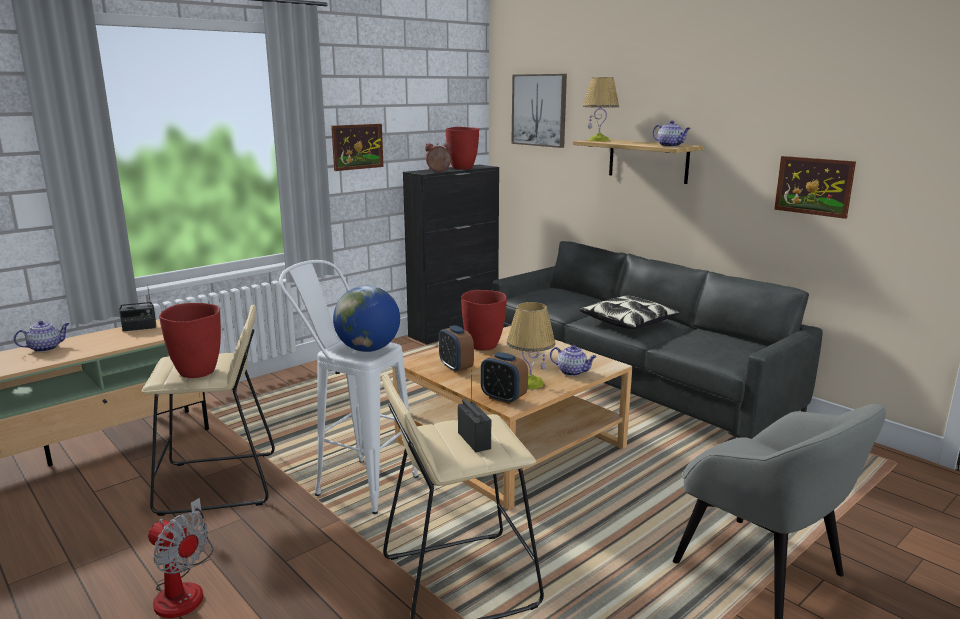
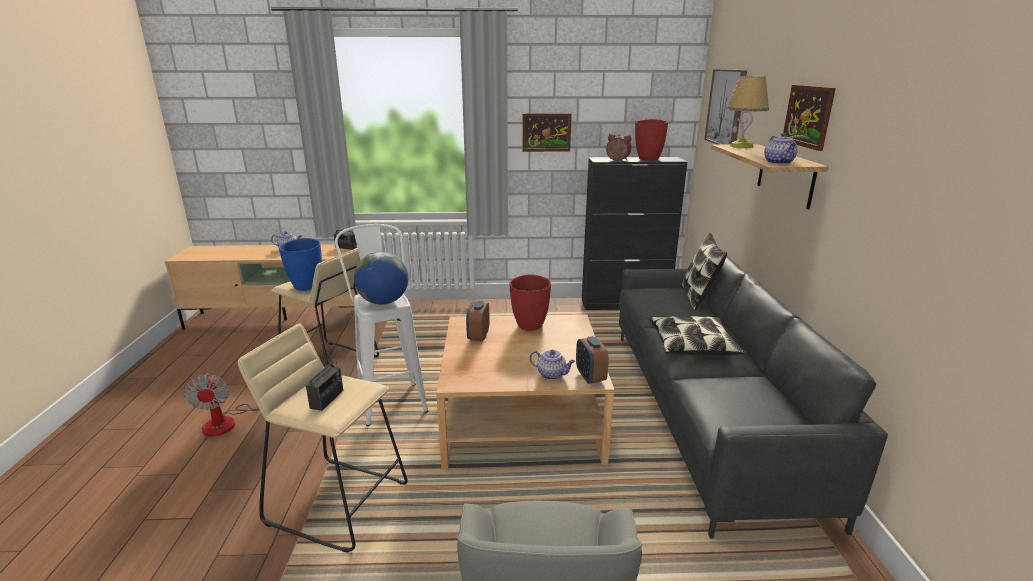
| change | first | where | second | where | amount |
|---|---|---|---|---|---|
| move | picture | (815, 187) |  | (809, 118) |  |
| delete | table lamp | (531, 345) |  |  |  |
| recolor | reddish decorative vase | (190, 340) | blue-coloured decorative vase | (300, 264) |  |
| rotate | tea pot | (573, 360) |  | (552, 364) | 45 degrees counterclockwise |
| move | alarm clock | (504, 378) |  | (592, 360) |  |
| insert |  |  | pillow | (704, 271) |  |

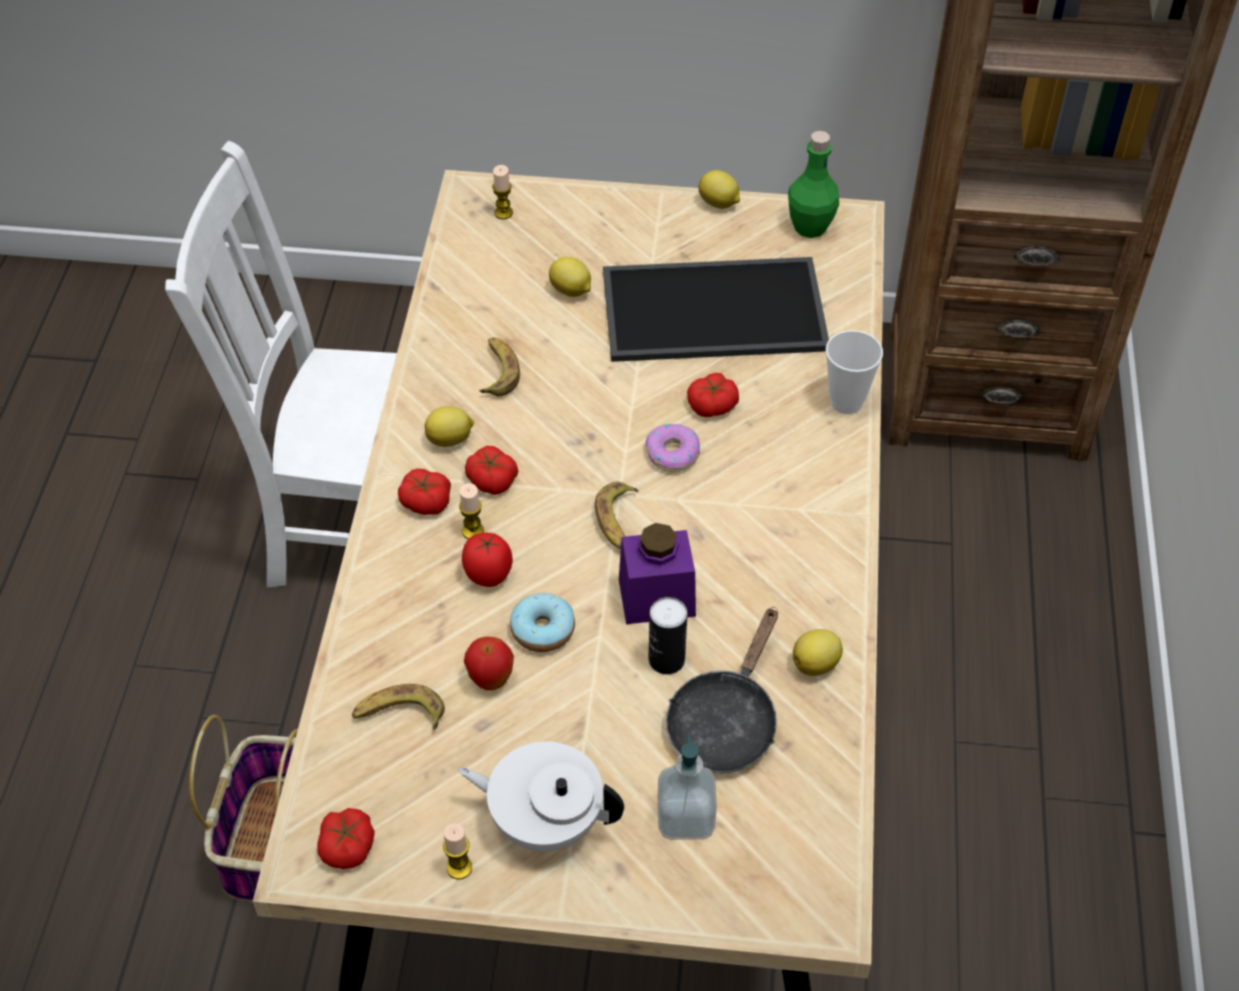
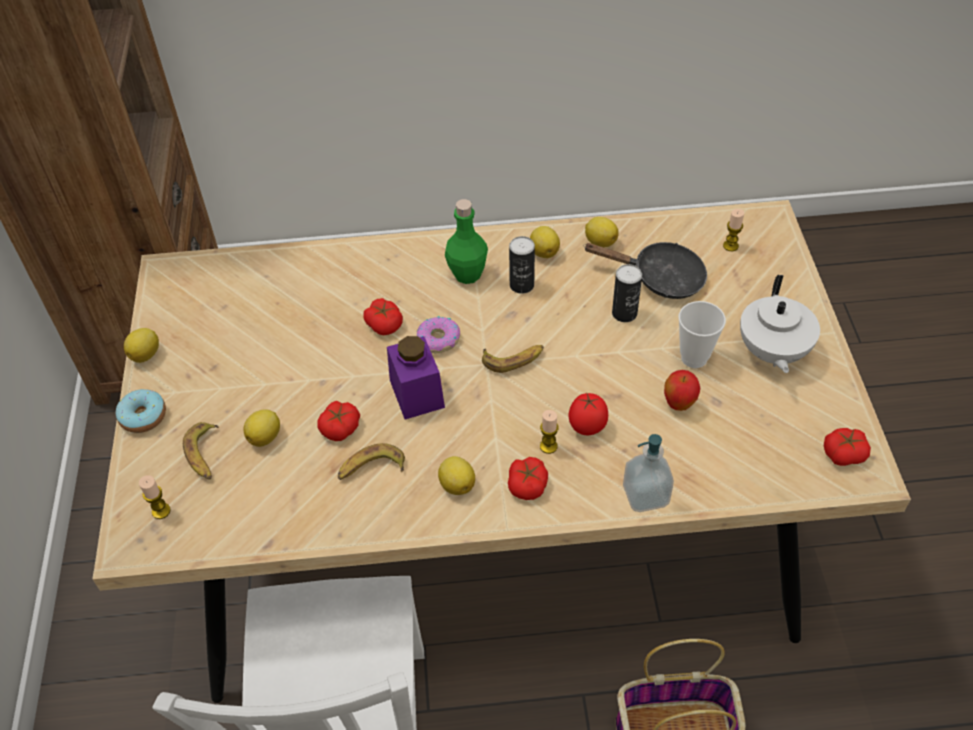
| change | first | where | second | where | amount |
|---|---|---|---|---|---|
| move | green bottle | (813, 184) |  | (466, 241) |  |
| delete | tray | (716, 309) |  |  |  |
| move | cup | (854, 372) |  | (702, 334) |  |
| move | fresh tomato | (491, 470) |  | (338, 421) |  |
| move | purple-coloured preserve jar | (657, 573) |  | (416, 377) |  |
| move | doughnut | (542, 622) |  | (141, 411) |  |
| move | banana | (398, 707) |  | (201, 450) |  |
| move | liquid soap bottle | (687, 787) |  | (648, 473) |  |
| move | wax candle | (457, 852) |  | (733, 230) |  |
| insert |  |  | lemon | (545, 242) |  |
| insert |  |  | sealed can | (522, 265) |  |

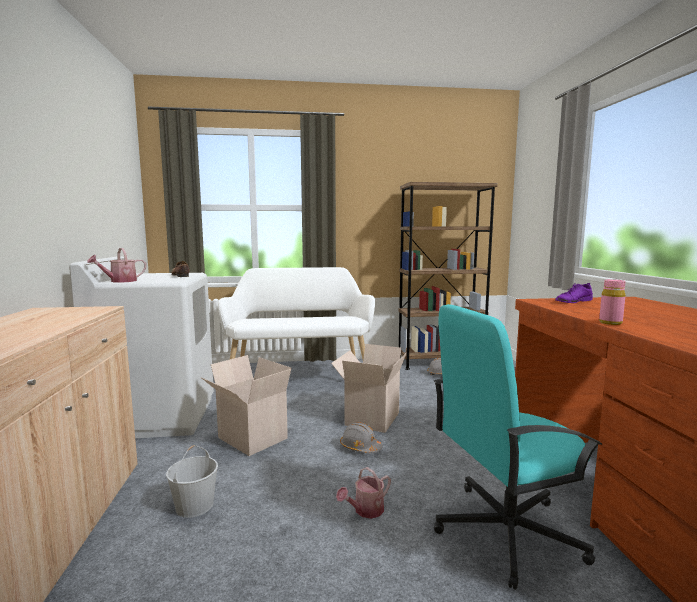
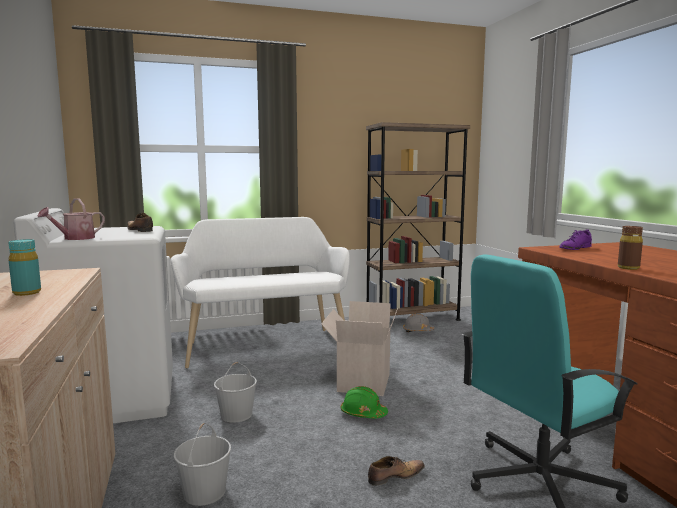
| change | first | where | second | where | amount |
|---|---|---|---|---|---|
| recolor | pinkish bottle | (612, 302) | brownish bottle | (630, 248) |  |
| replace | packing box | (246, 405) | white pail | (235, 392) |  |
| recolor | grey safety helmet | (361, 437) | green safety helmet | (364, 402) |  |
| replace | watering can | (363, 493) | low shoe | (396, 471) |  |
| insert |  |  | turquoise-coloured bottle | (24, 267) |  |

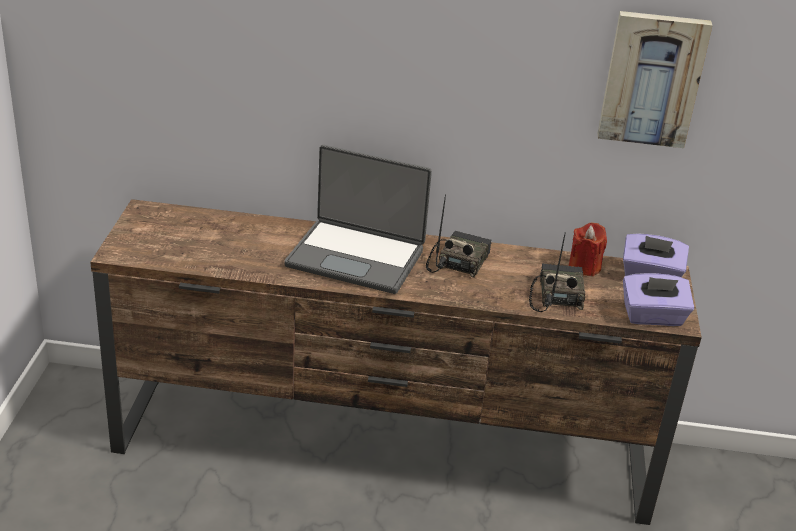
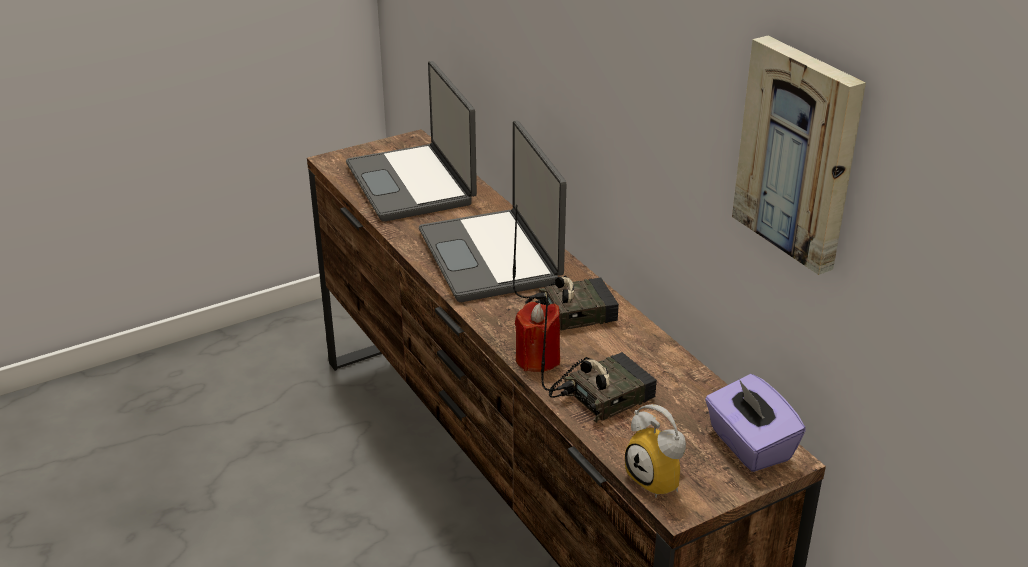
| change | first | where | second | where | amount |
|---|---|---|---|---|---|
| move | reddish wax candle | (588, 249) |  | (537, 337) |  |
| replace | purple-coloured box of tissues | (658, 299) | alarm clock | (655, 451) |  |
| insert |  |  | laptop | (411, 141) |  |

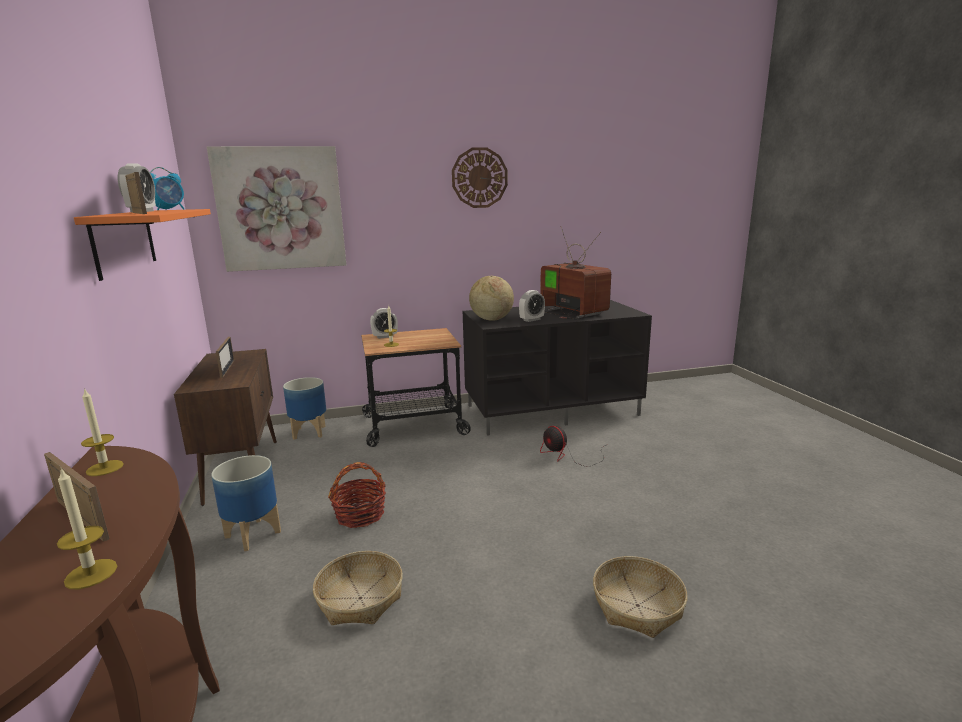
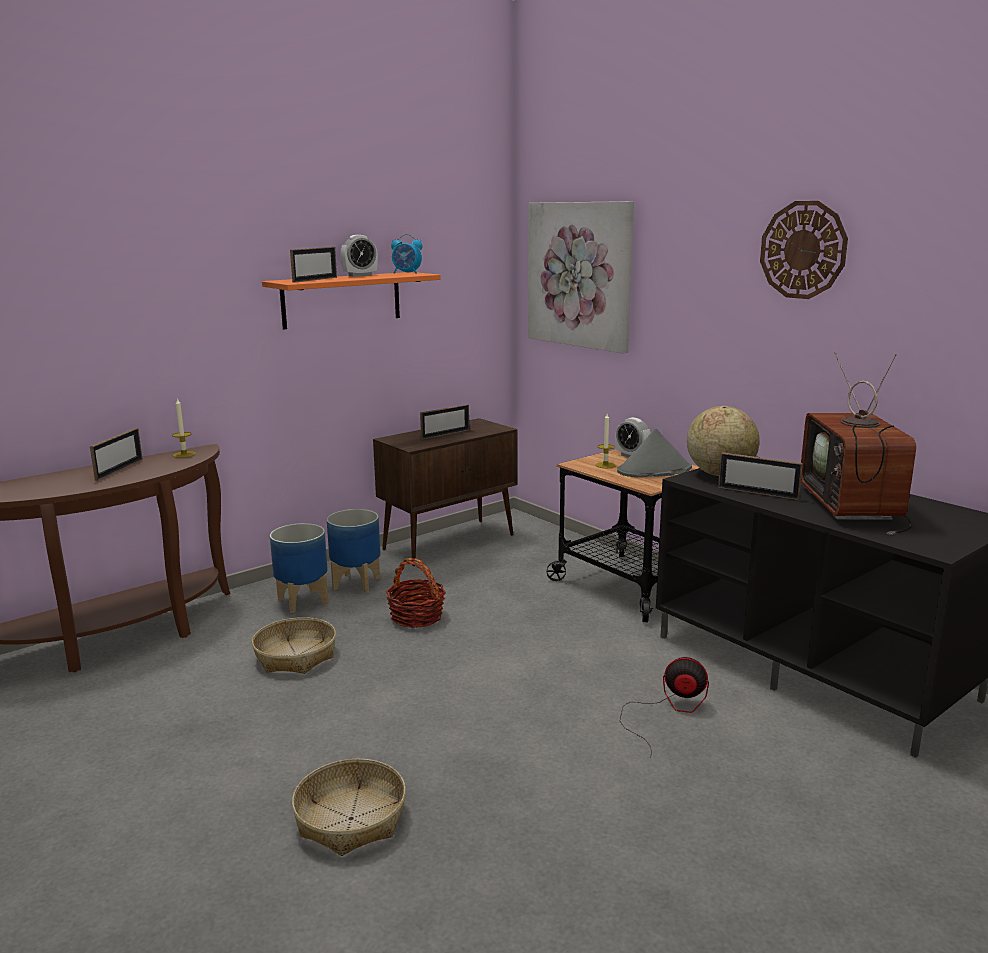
| change | first | where | second | where | amount |
|---|---|---|---|---|---|
| rotate | TV | (575, 272) |  | (858, 443) | 150 degrees clockwise |
| replace | alarm clock | (532, 306) | picture frame | (760, 476) |  |
| move | flower pot | (304, 408) |  | (299, 568) |  |
| rotate | electric fan | (573, 446) |  | (664, 707) | 75 degrees clockwise |
| delete | wax candle | (87, 528) |  |  |  |
| insert |  |  | grey hat | (654, 452) |  |

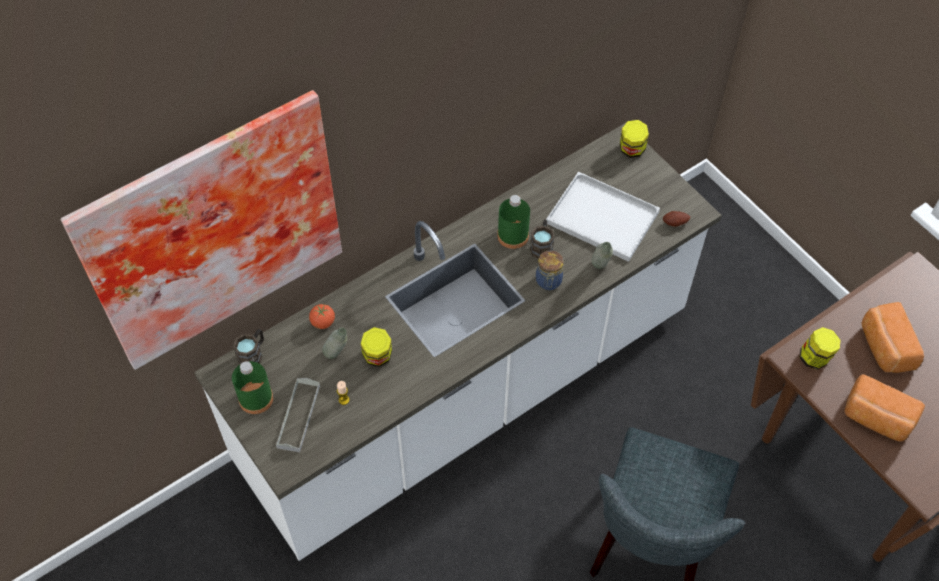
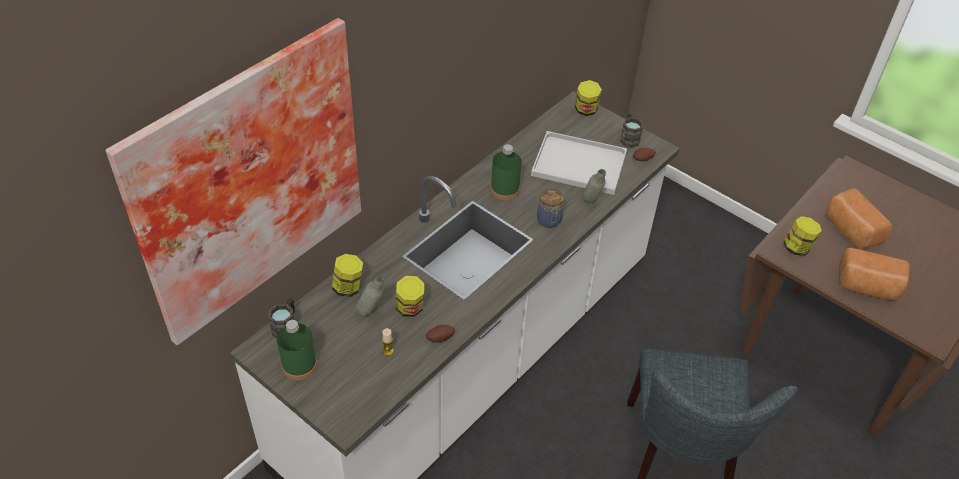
| change | first | where | second | where | amount |
|---|---|---|---|---|---|
| move | brownish tea mug | (542, 239) |  | (632, 131) |  |
| replace | fresh tomato | (322, 316) | preserve jar | (347, 275) |  |
| delete | grey tray | (298, 415) |  |  |  |
| insert |  |  | potato | (440, 334) |  |

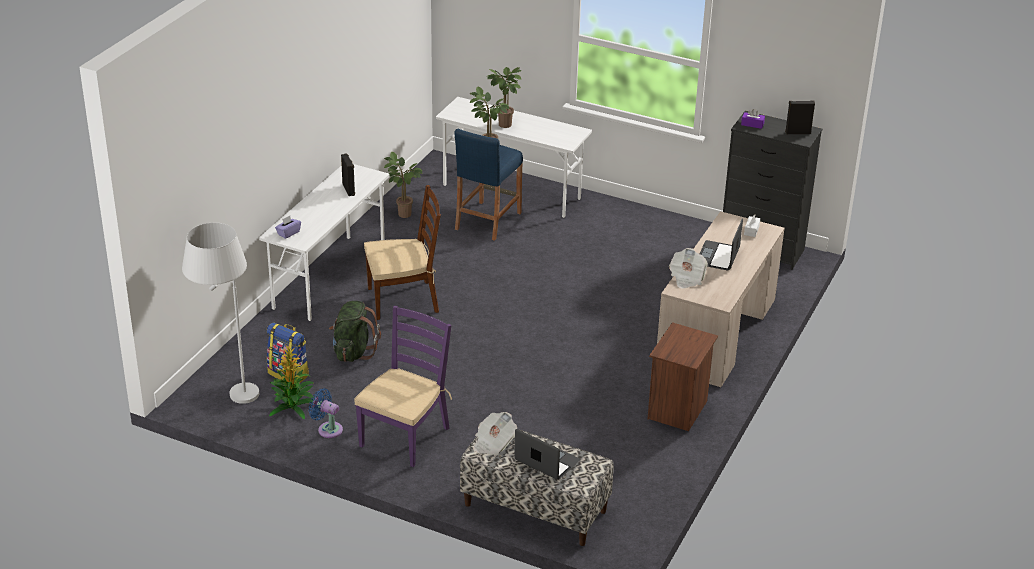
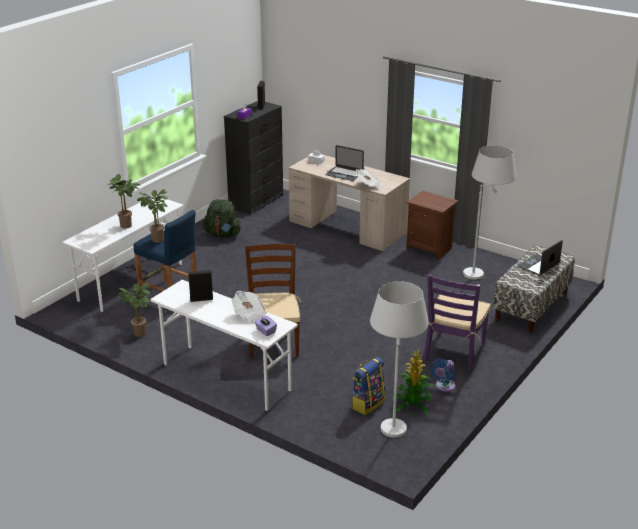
| change | first | where | second | where | amount |
|---|---|---|---|---|---|
| move | green rucksack | (355, 331) |  | (222, 218) |  |
| rotate | purple-coloured plain chair | (403, 386) |  | (457, 322) | 105 degrees counterclockwise |
| move | printed paper | (495, 434) |  | (249, 307) |  |
| insert |  |  | white floor lamp | (490, 212) |  |

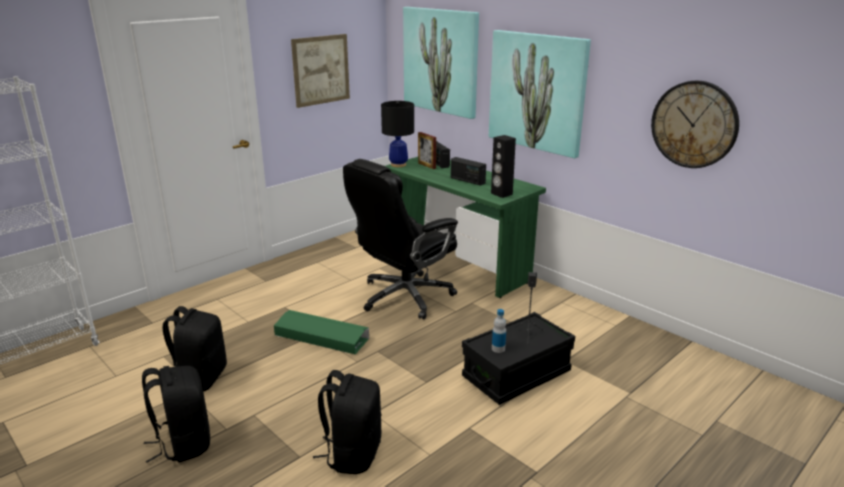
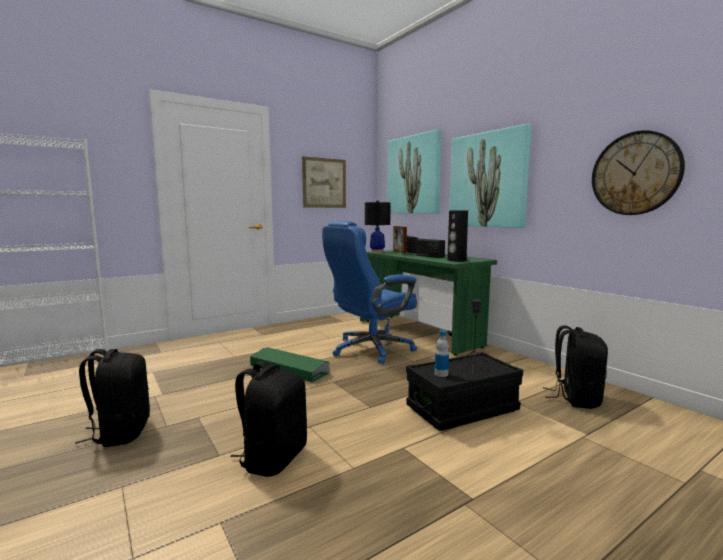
| change | first | where | second | where | amount |
|---|---|---|---|---|---|
| recolor | blackish office chair | (400, 239) | blue-coloured office chair | (369, 292) |  |
| move | blackish rucksack | (194, 349) |  | (575, 367) |  |

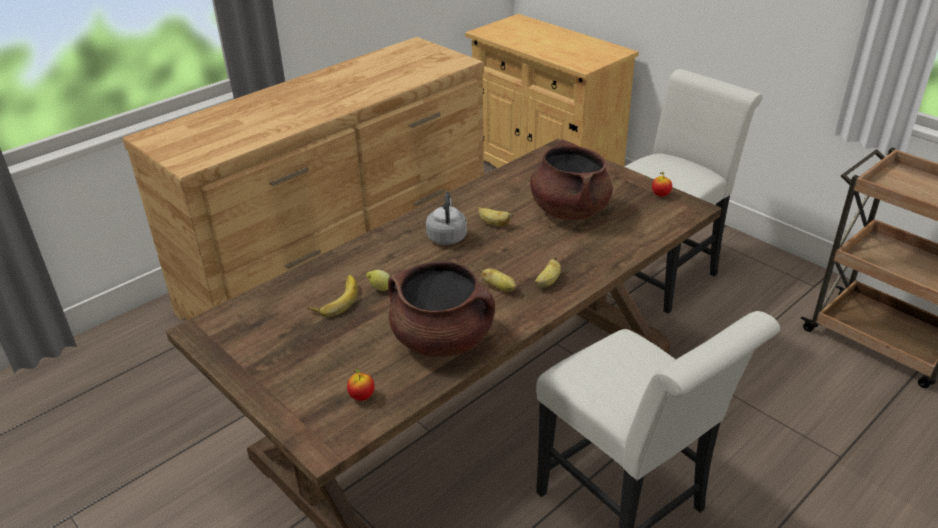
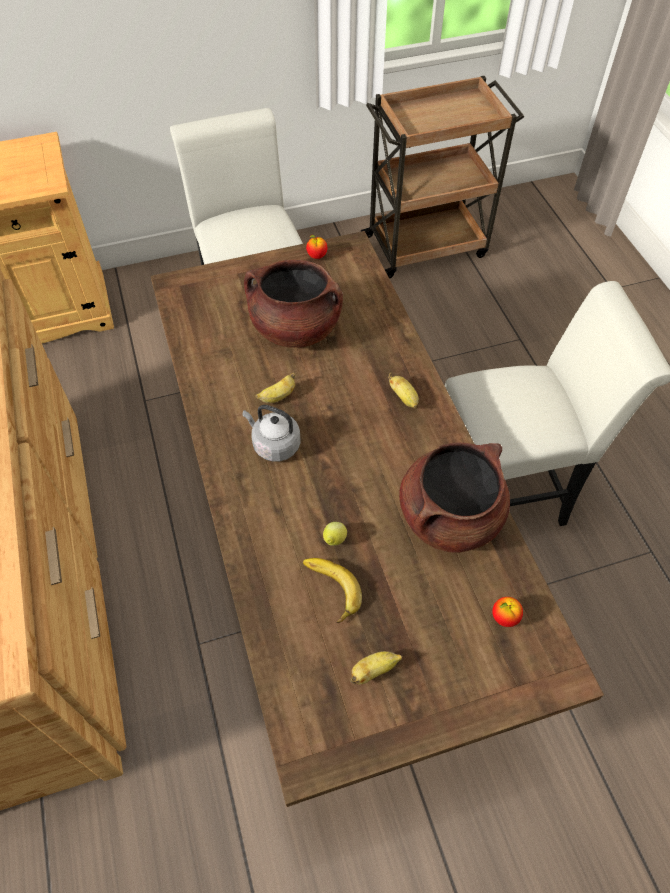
| change | first | where | second | where | amount |
|---|---|---|---|---|---|
| move | banana | (497, 279) |  | (376, 668) |  |

